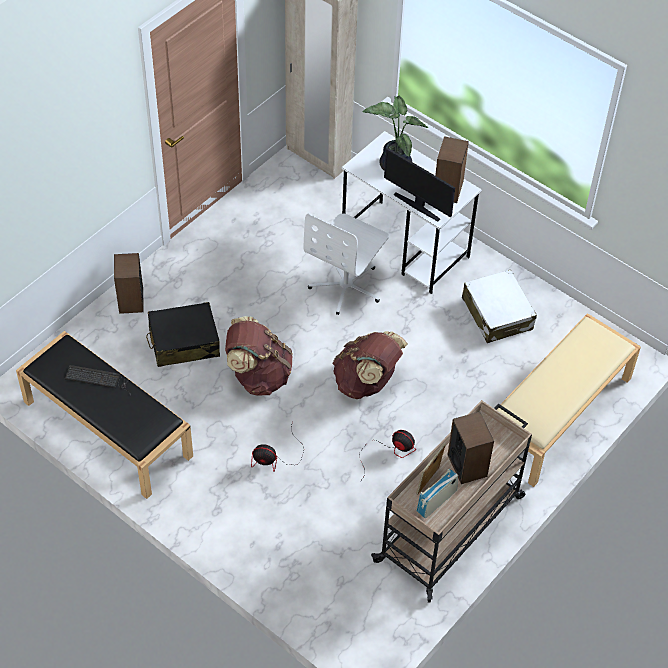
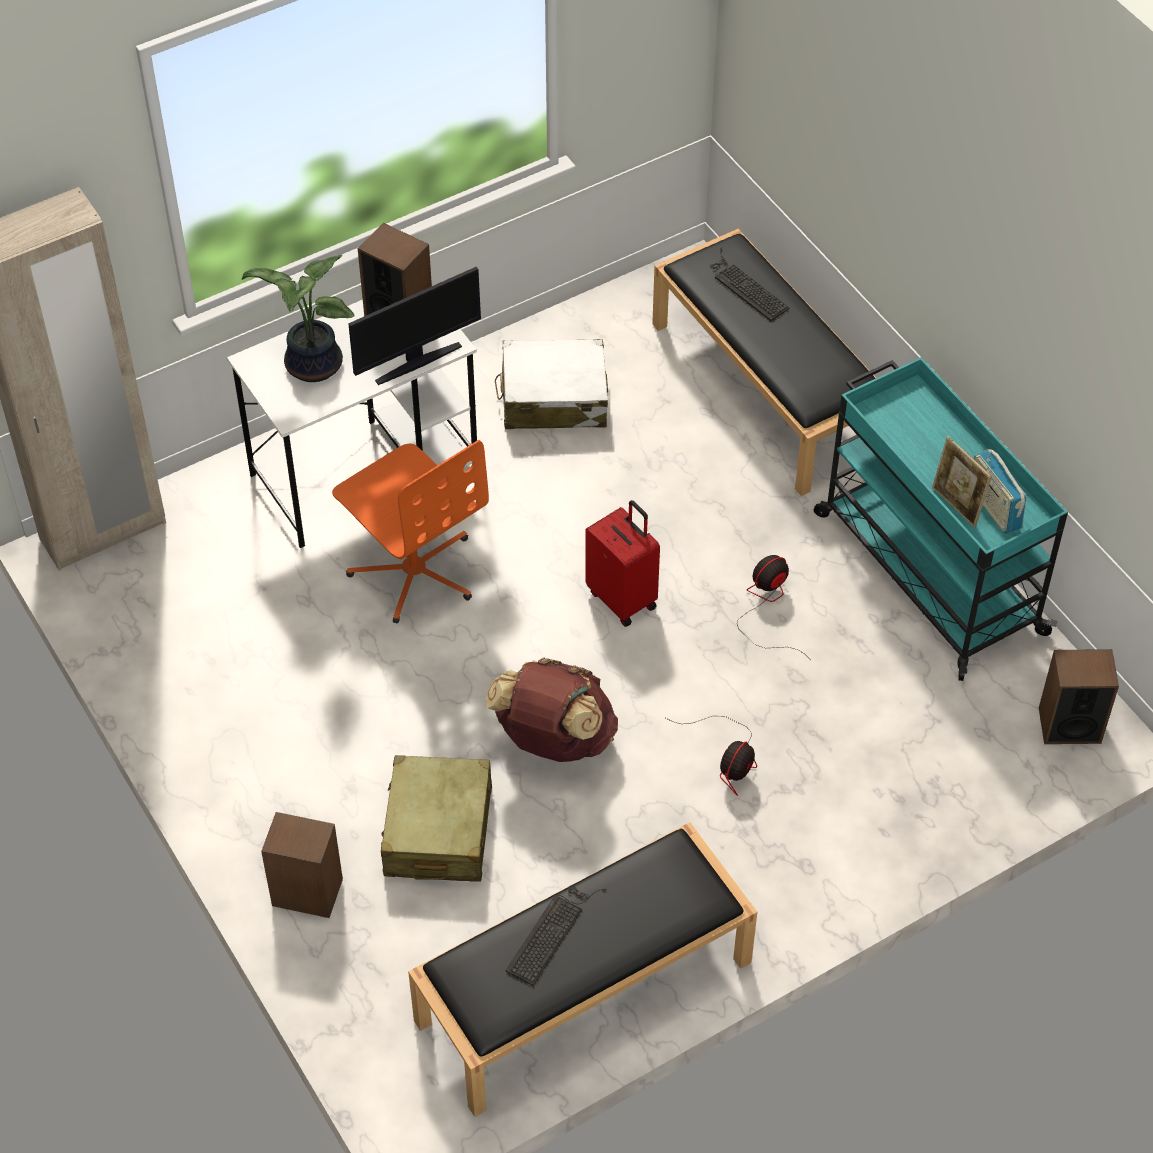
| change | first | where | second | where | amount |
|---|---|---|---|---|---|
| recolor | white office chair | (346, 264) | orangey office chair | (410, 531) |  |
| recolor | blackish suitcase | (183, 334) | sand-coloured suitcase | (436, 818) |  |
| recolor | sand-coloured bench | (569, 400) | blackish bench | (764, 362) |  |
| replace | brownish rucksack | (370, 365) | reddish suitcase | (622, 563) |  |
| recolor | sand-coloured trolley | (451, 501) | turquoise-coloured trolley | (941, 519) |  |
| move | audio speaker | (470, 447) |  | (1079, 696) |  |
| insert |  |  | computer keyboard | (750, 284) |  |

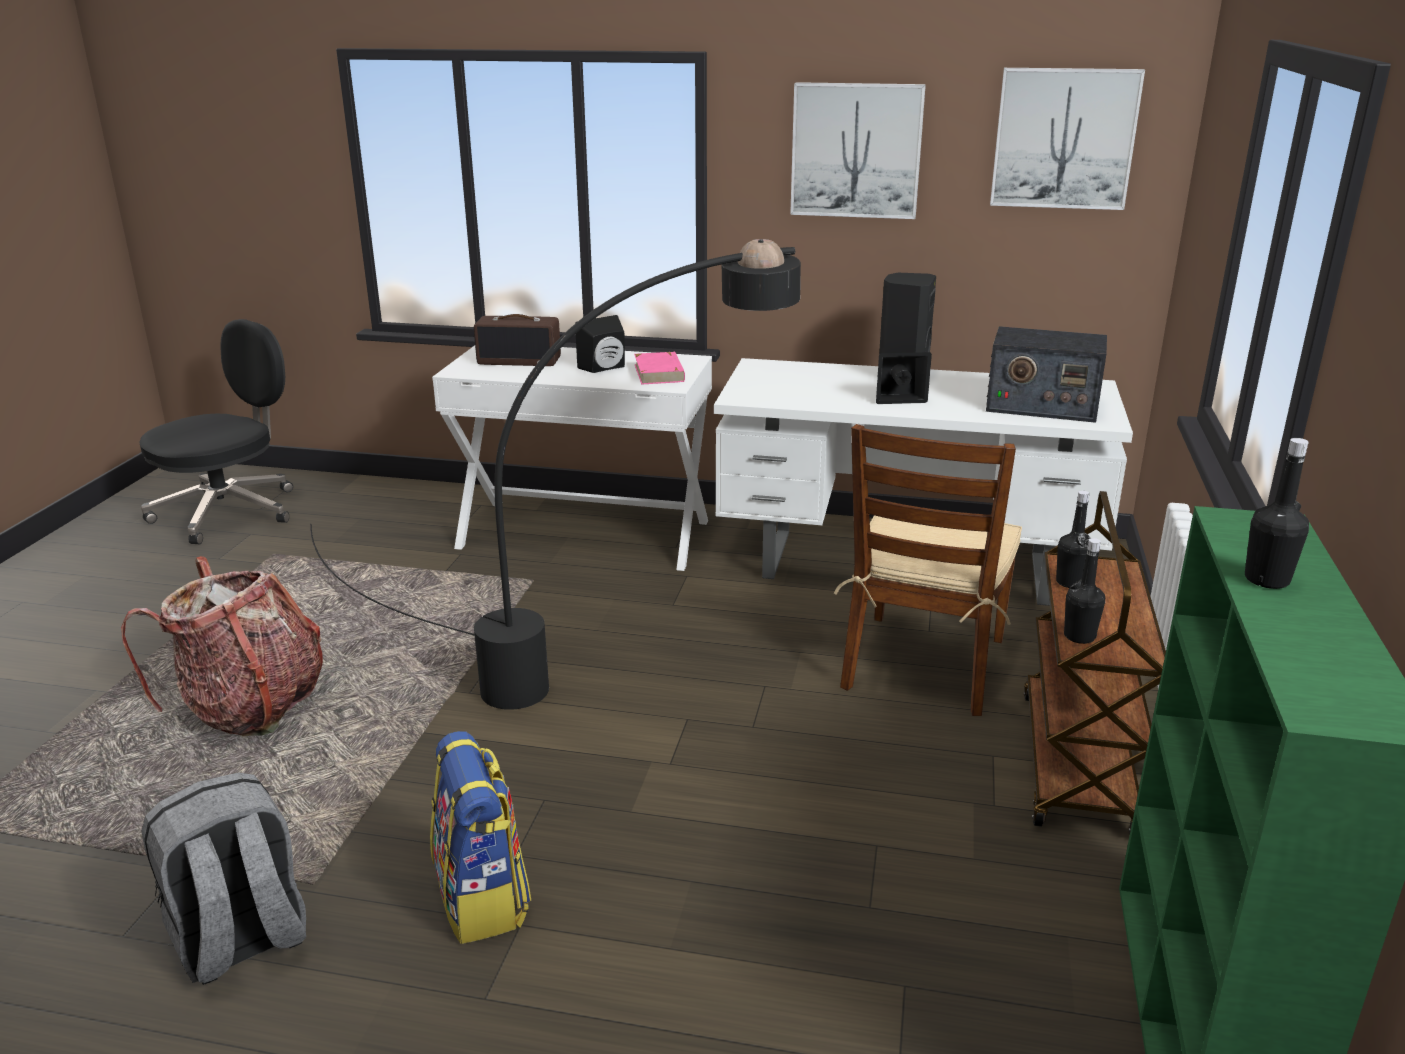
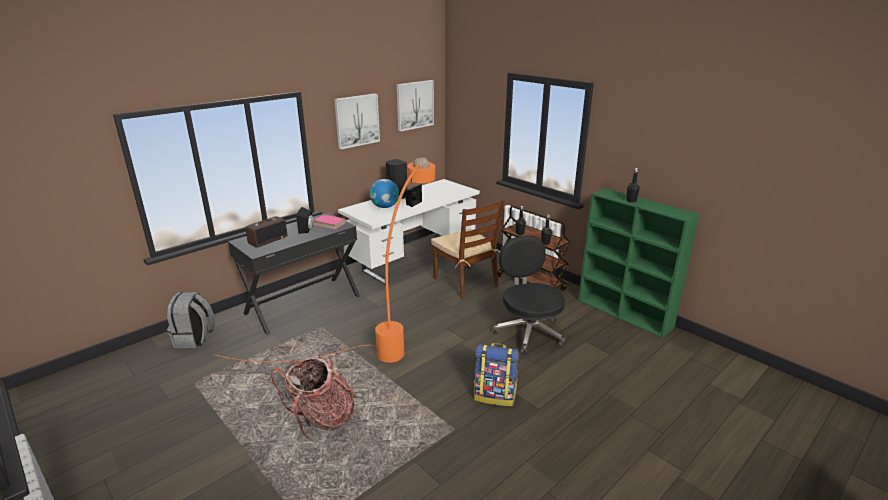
| change | first | where | second | where | amount |
|---|---|---|---|---|---|
| recolor | blackish floor lamp | (555, 474) | orangey floor lamp | (325, 260) |  |
| move | blackish office chair | (216, 431) |  | (529, 295) |  |
| delete | radio set | (1046, 374) |  |  |  |
| recolor | white desk table | (572, 458) | blackish desk table | (294, 273) |  |
| move | grey rucksack | (224, 879) |  | (191, 320) |  |
| insert |  |  | desk globe | (384, 193) |  |

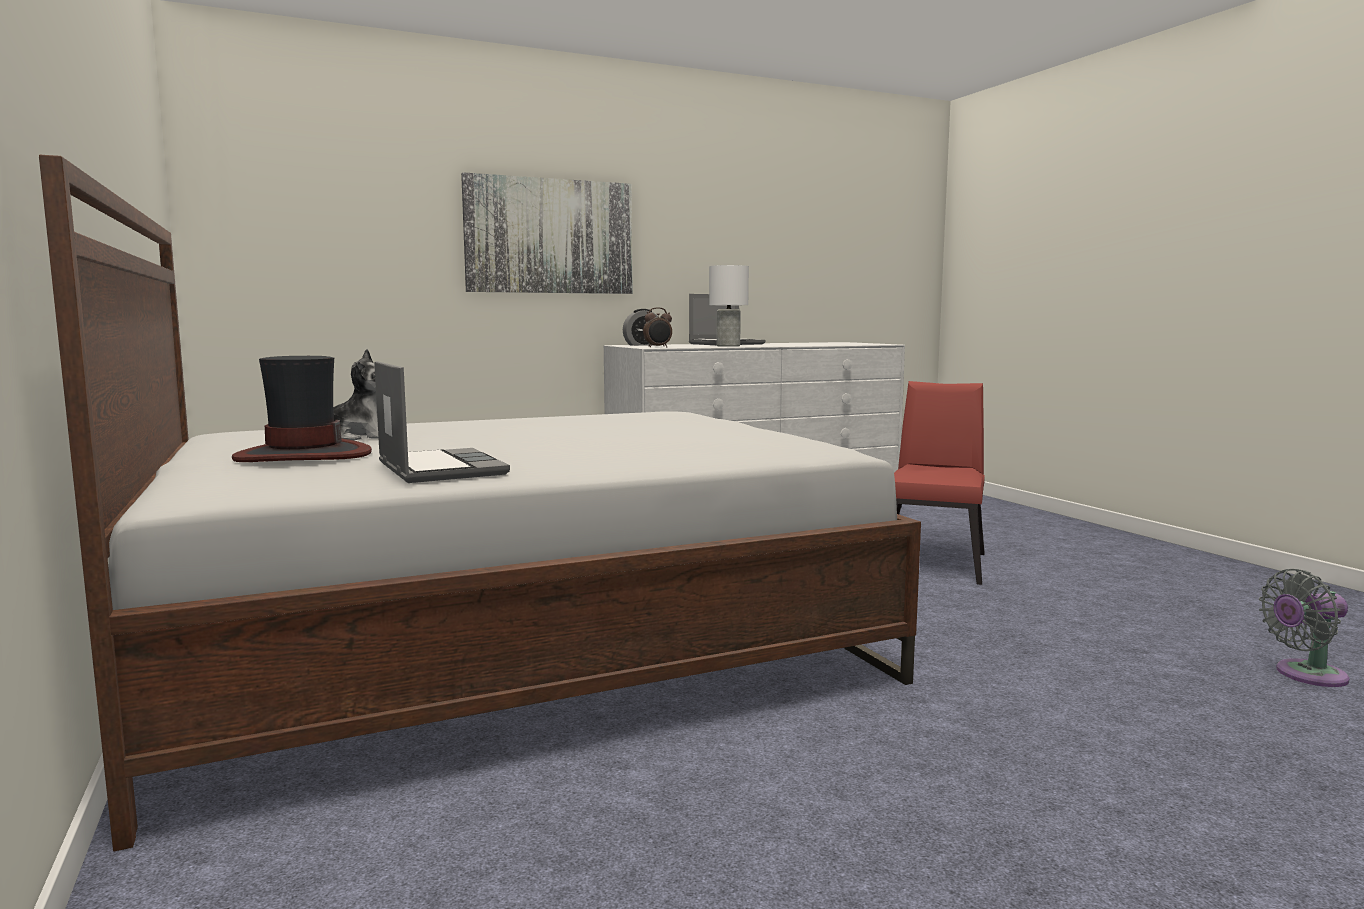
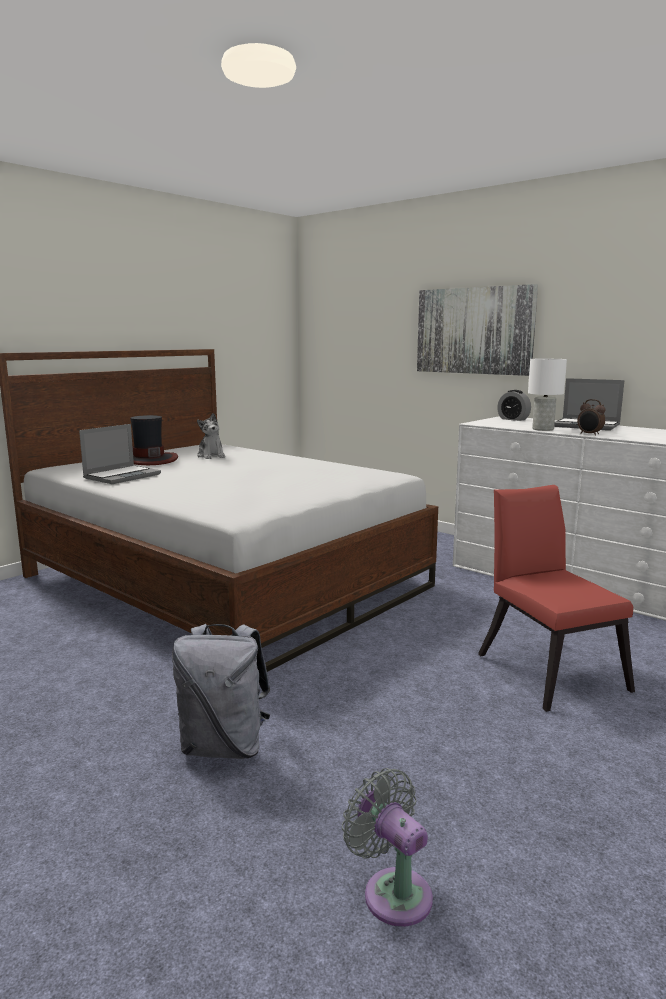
| change | first | where | second | where | amount |
|---|---|---|---|---|---|
| move | alarm clock | (657, 328) |  | (591, 417) |  |
| rotate | reddish plain chair | (939, 483) |  | (556, 598) | 105 degrees counterclockwise |
| insert |  |  | grey rucksack | (221, 691) |  |

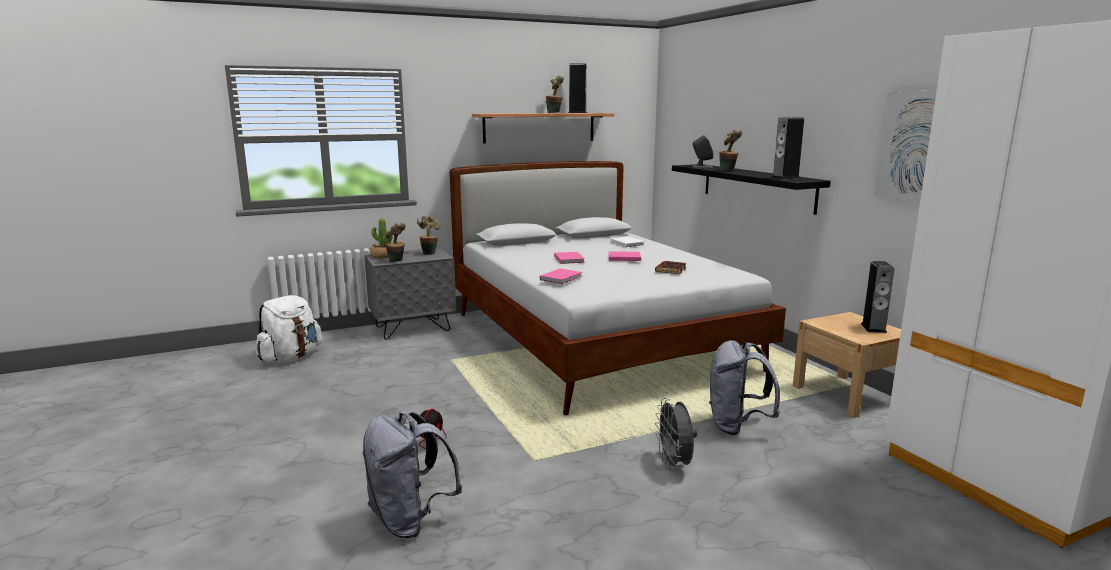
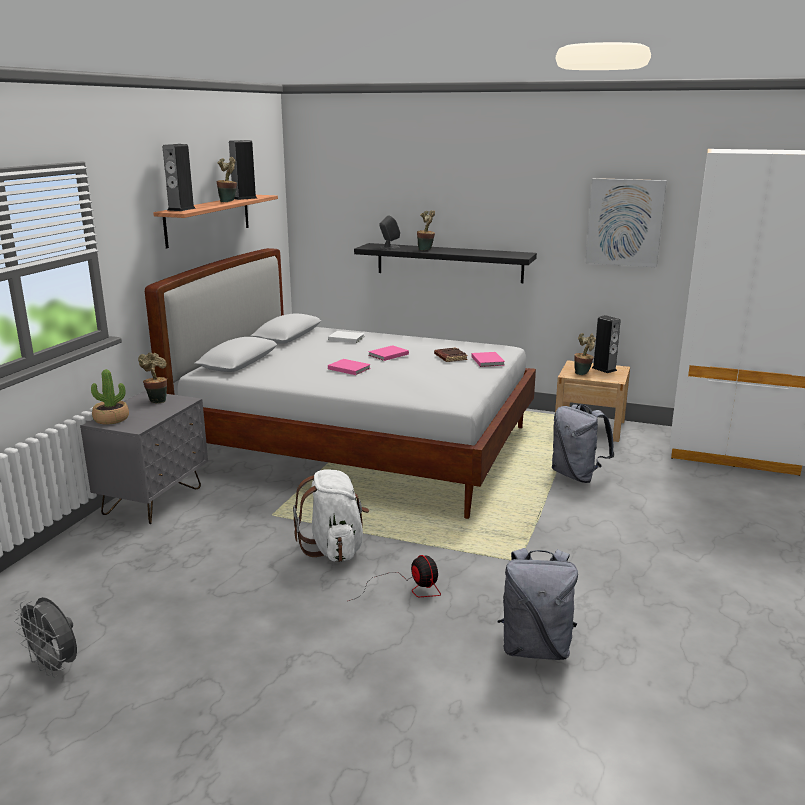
| change | first | where | second | where | amount |
|---|---|---|---|---|---|
| move | audio speaker | (787, 148) |  | (179, 177) |  |
| move | houseplant | (395, 242) |  | (585, 354) |  |
| move | pinkish book | (561, 276) |  | (488, 359) |  |
| move | white rucksack | (289, 328) |  | (331, 515) |  |
| move | grey electric fan | (676, 434) |  | (45, 637) |  |

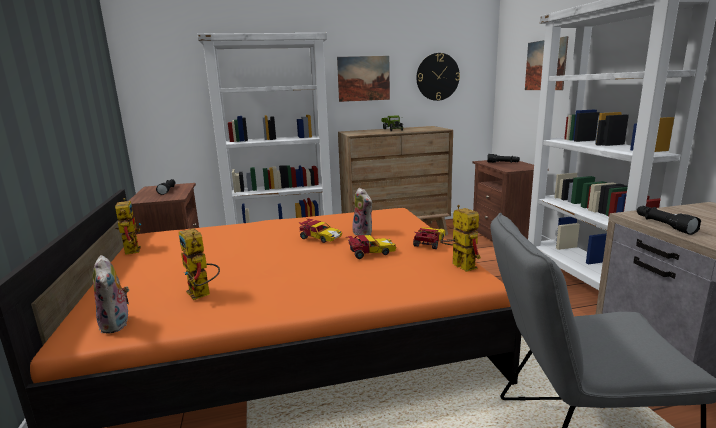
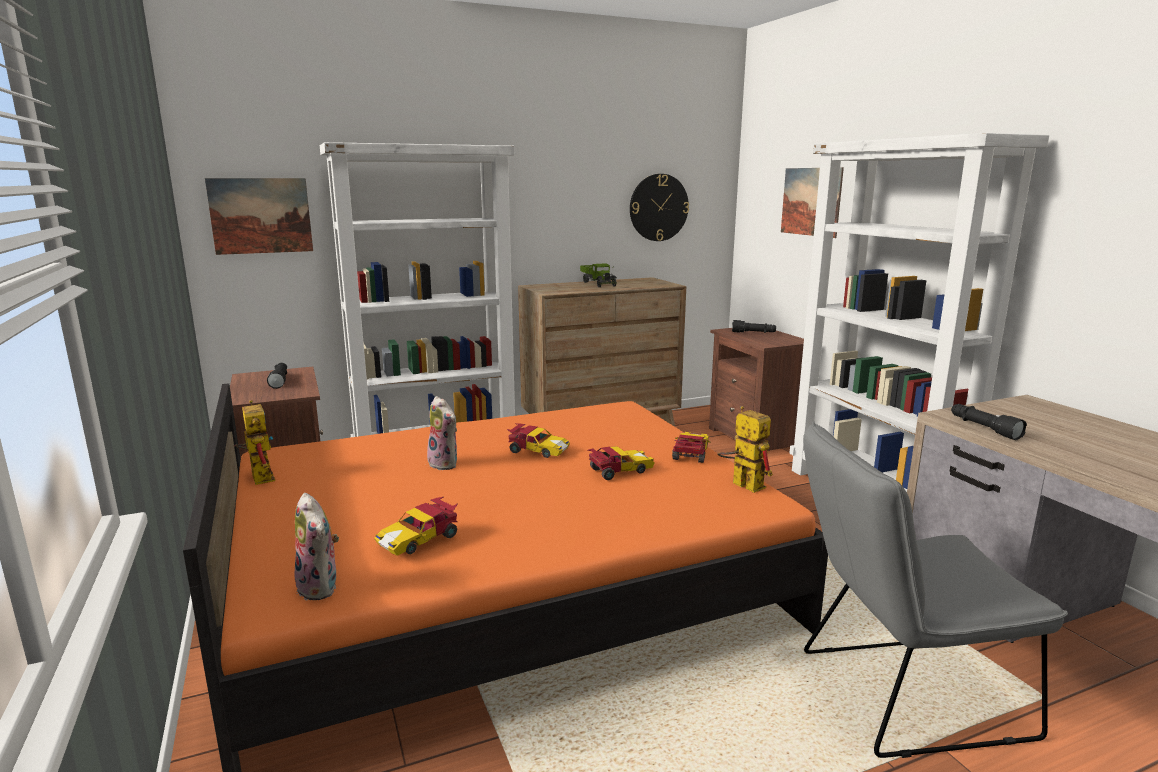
| change | first | where | second | where | amount |
|---|---|---|---|---|---|
| move | picture | (363, 79) |  | (259, 216) |  |
| move | soft toy | (362, 212) |  | (442, 433) |  |
| replace | robot figure | (199, 264) | toy car | (416, 526) |  |

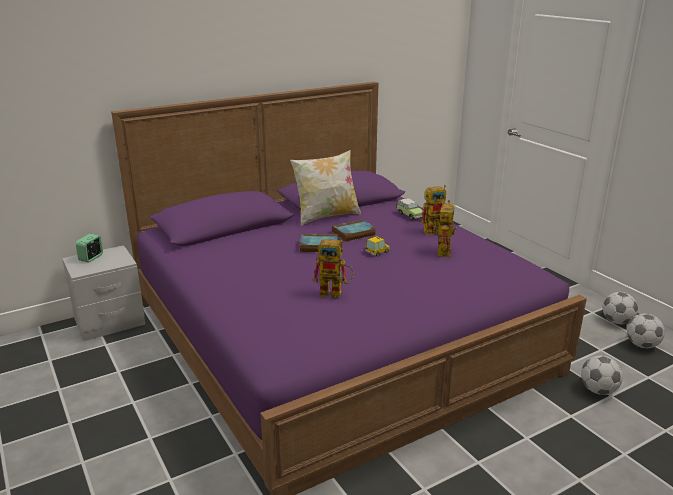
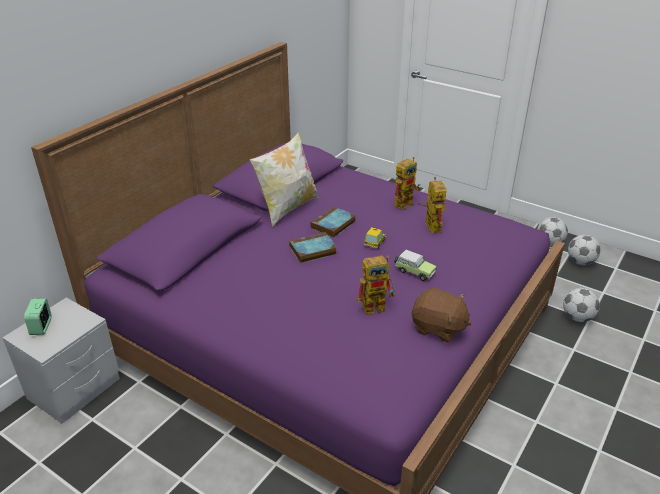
| change | first | where | second | where | amount |
|---|---|---|---|---|---|
| move | toy car | (410, 209) |  | (415, 265) |  |
| insert |  |  | brownish soft toy | (441, 315) |  |

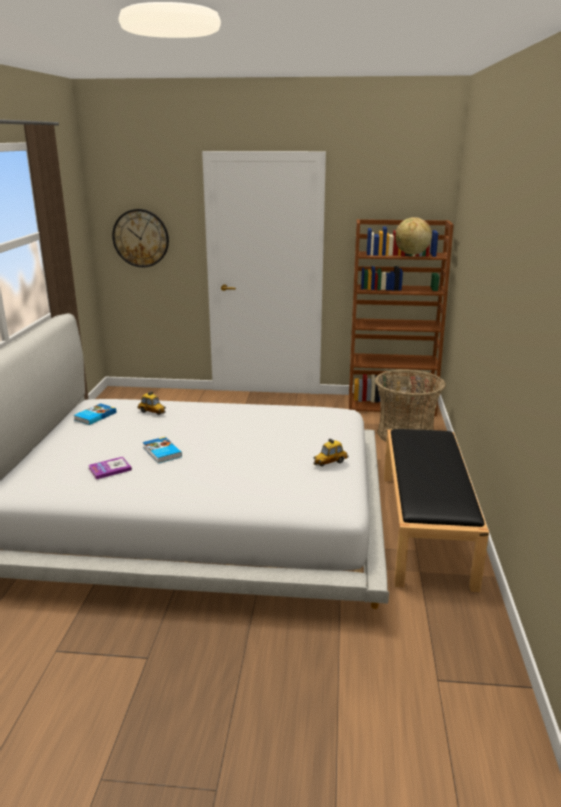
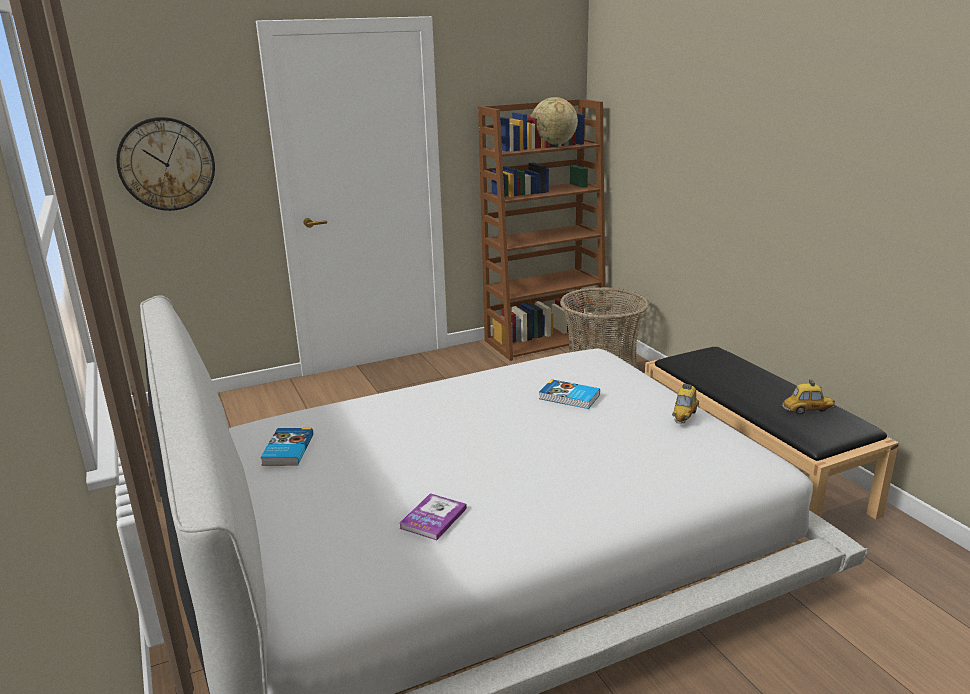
| change | first | where | second | where | amount |
|---|---|---|---|---|---|
| move | toy car | (151, 403) |  | (808, 397) |  |
| move | book | (162, 450) |  | (569, 394) |  |

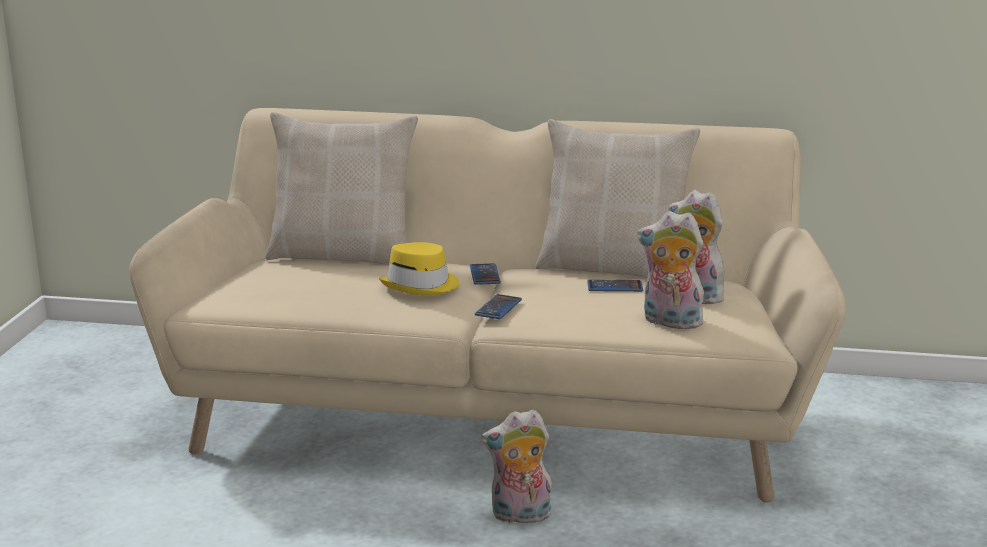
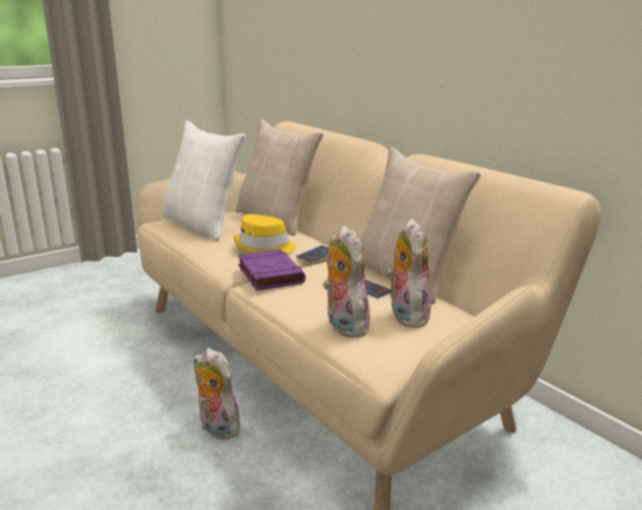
| change | first | where | second | where | amount |
|---|---|---|---|---|---|
| replace | phone | (498, 306) | purple-coloured book | (272, 270) |  |
| insert |  |  | white pillow | (204, 180) |  |

